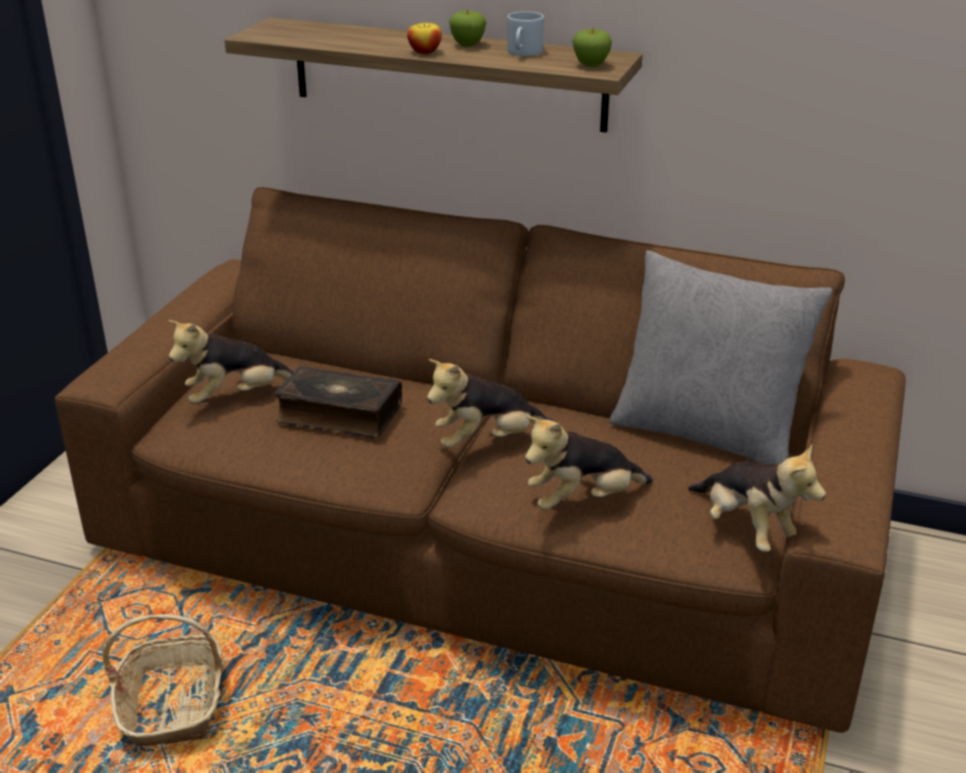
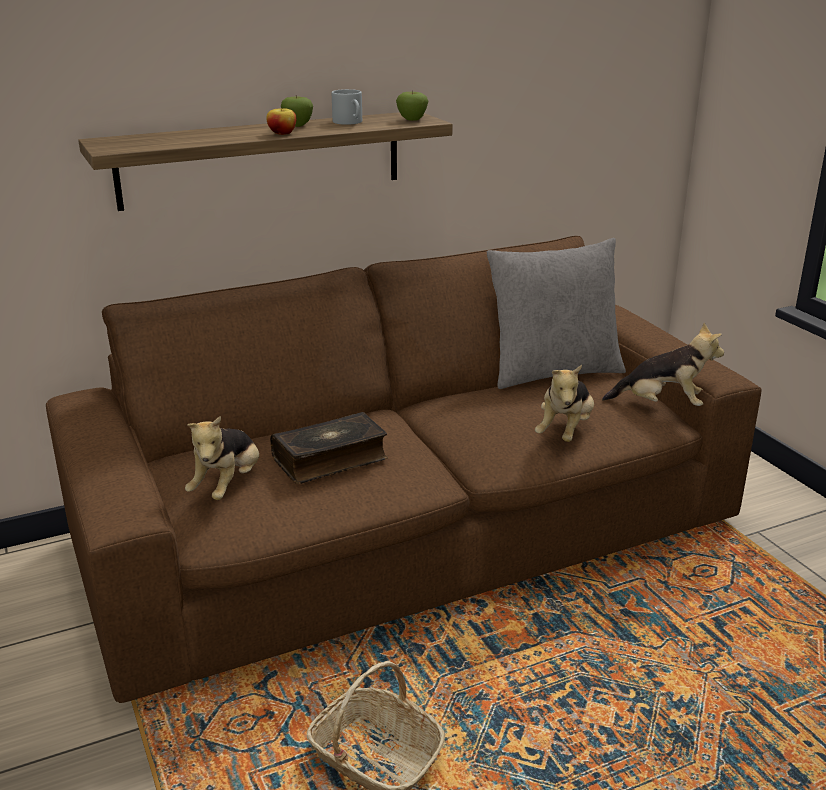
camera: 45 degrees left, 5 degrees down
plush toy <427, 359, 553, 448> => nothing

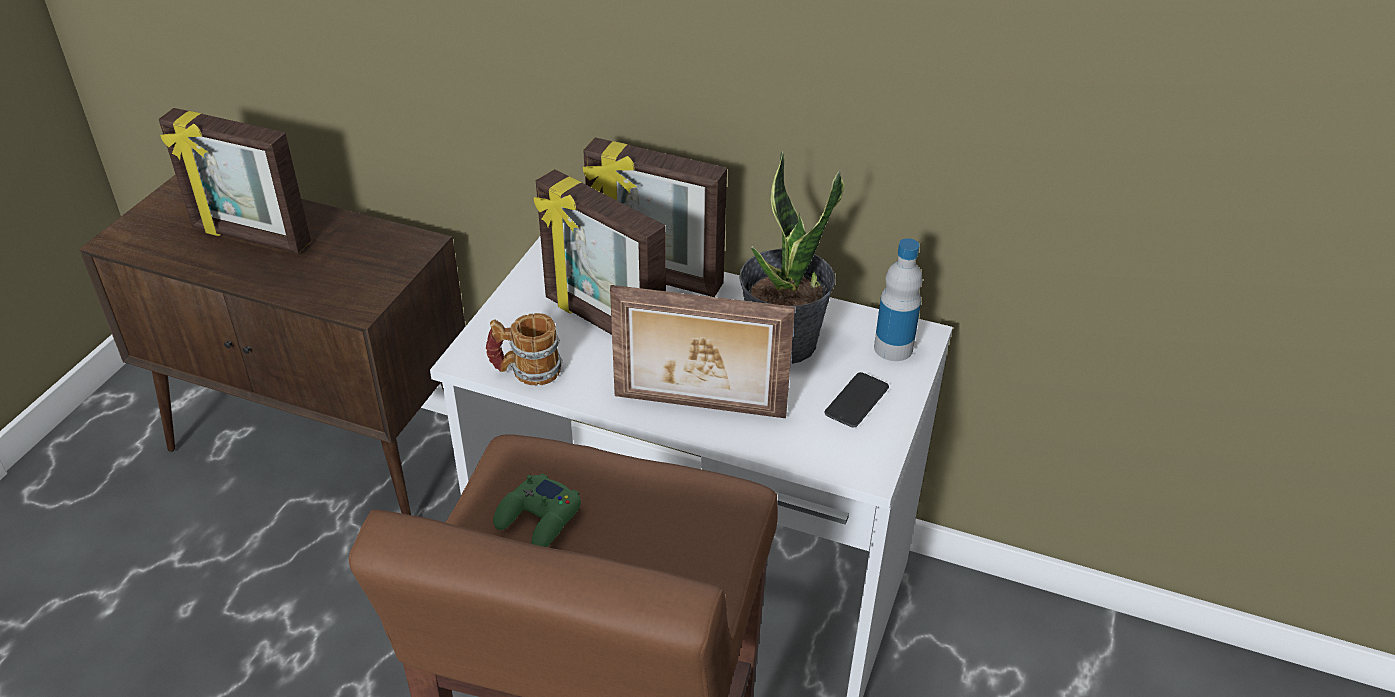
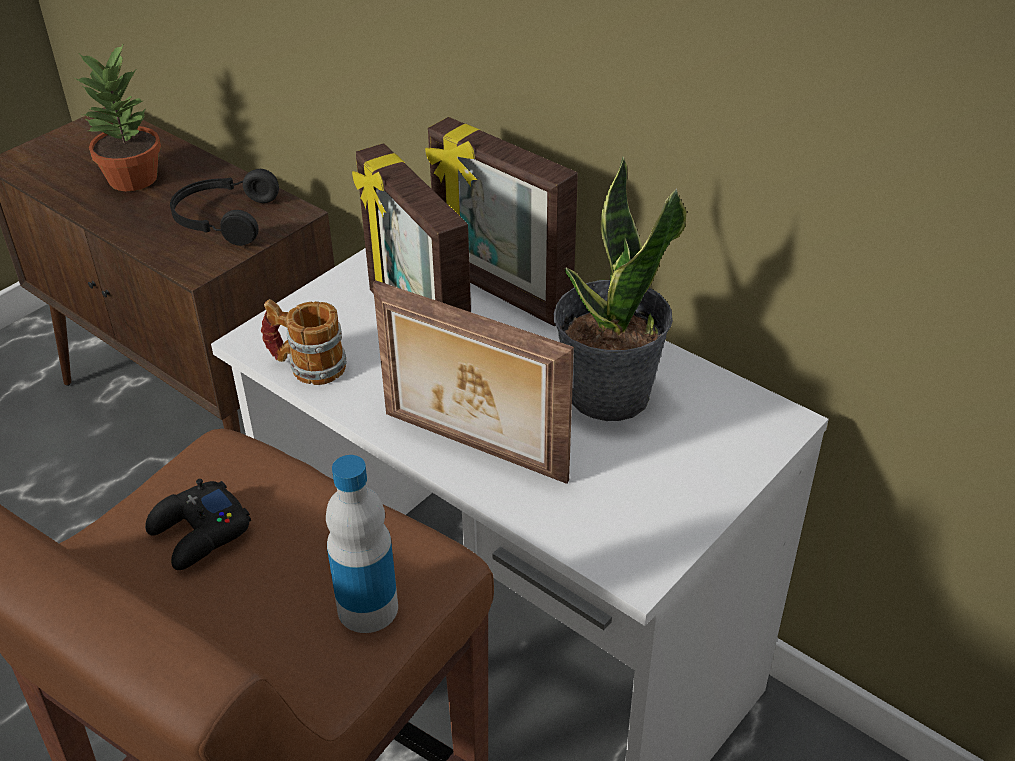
camera: 20 degrees right, 0 degrees up
picture frame <159, 108, 311, 254> => potted plant <75, 43, 161, 191>
green game controller <493, 473, 581, 547> => black game controller <145, 479, 251, 570>
nothing => black headphones <170, 169, 279, 246>
bottle <874, 238, 922, 361> => bottle <326, 455, 398, 633>, relocated
phone <825, 372, 889, 428> => nothing

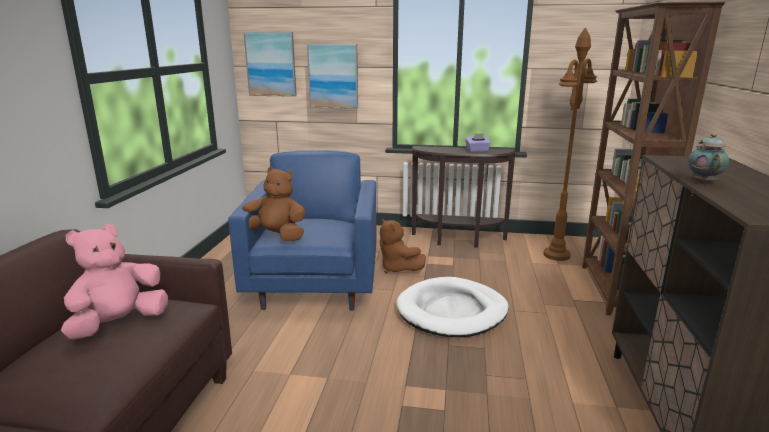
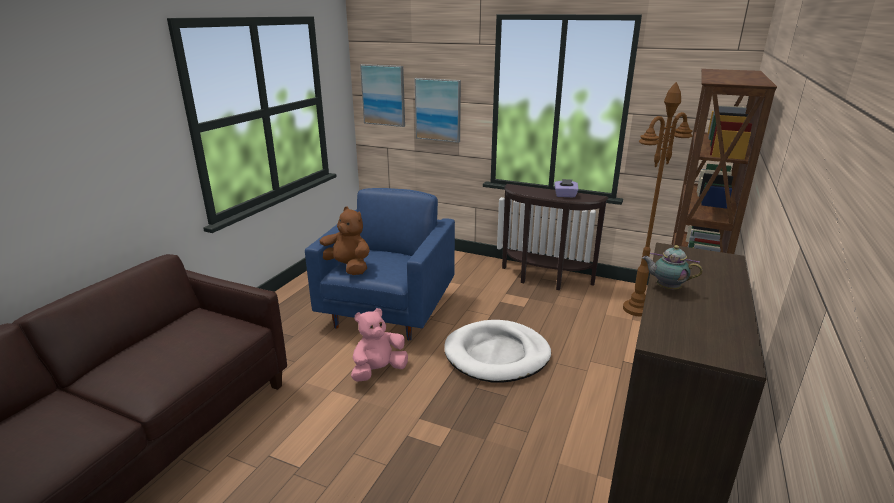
camera: 15 degrees right, 5 degrees up
pink plush toy <61, 224, 168, 340> => pink plush toy <351, 308, 408, 382>, relocated
teapot <688, 133, 729, 184> => teapot <642, 245, 703, 290>, 90 degrees counterclockwise
brown plush toy <380, 219, 426, 274> => nothing

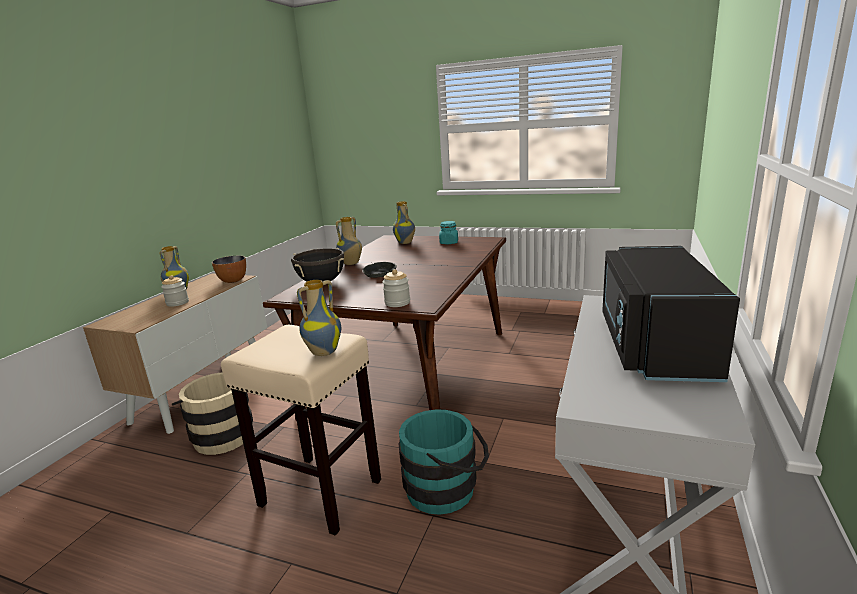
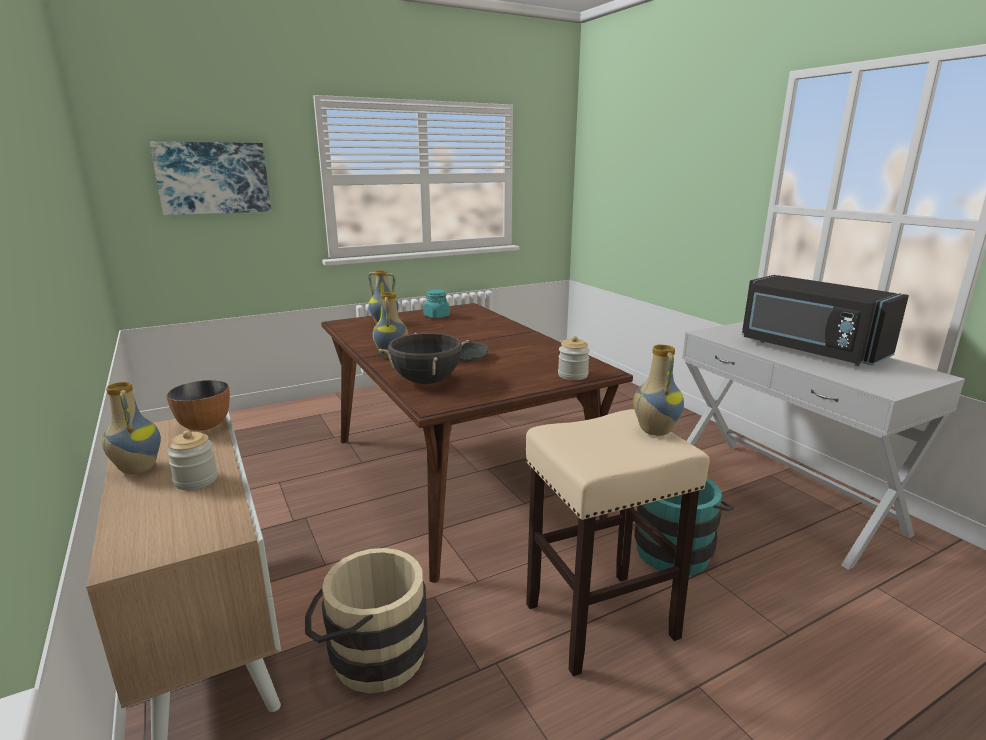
camera: 50 degrees left, 0 degrees up
nothing => picture <150, 142, 271, 215>

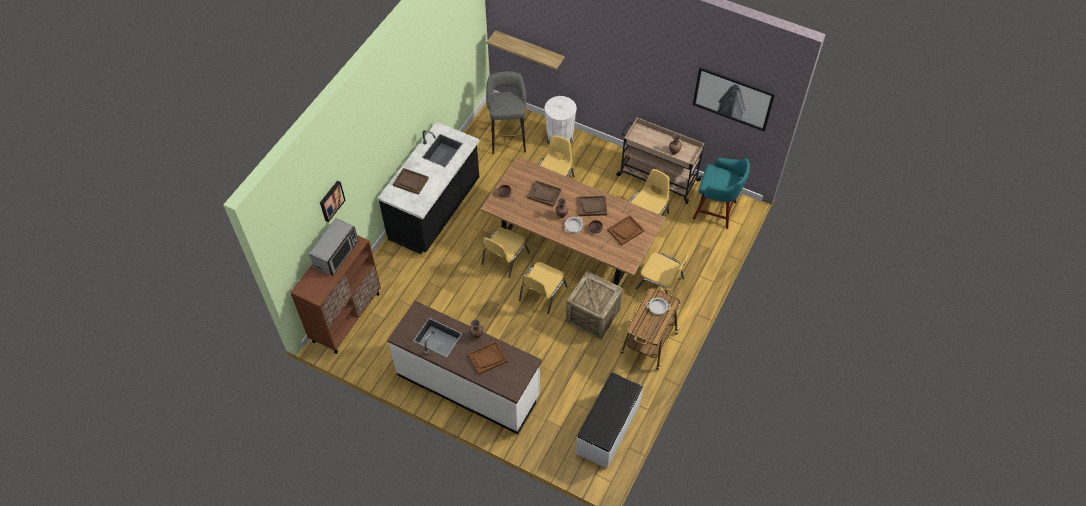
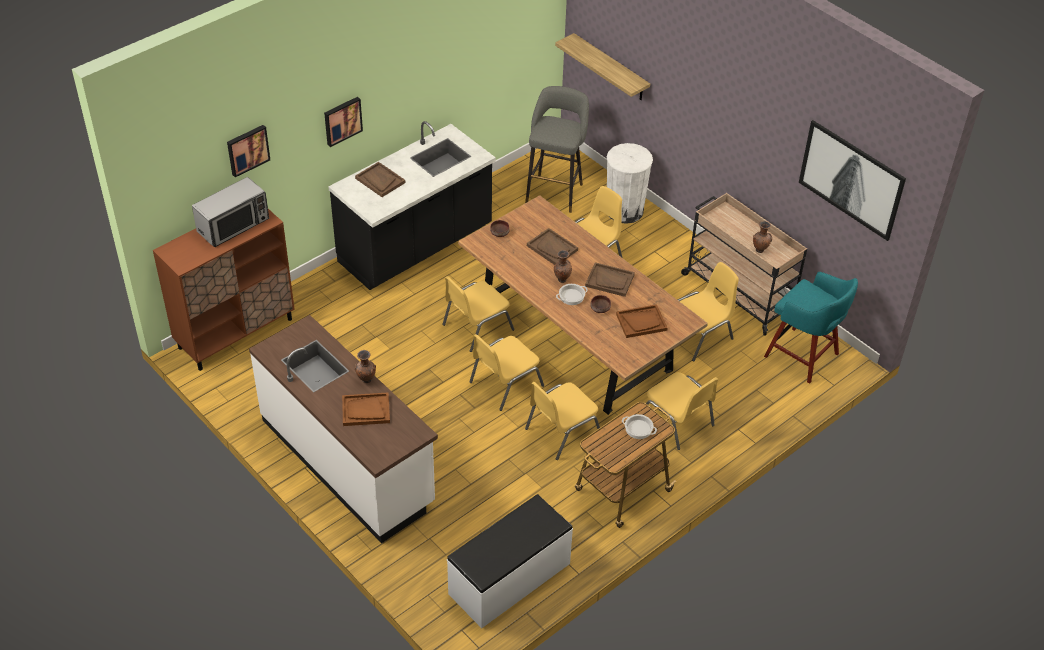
camera: 20 degrees right, 10 degrees down
nothing => picture <324, 97, 363, 147>
crate <566, 271, 623, 340> => yellow chair <525, 382, 600, 460>

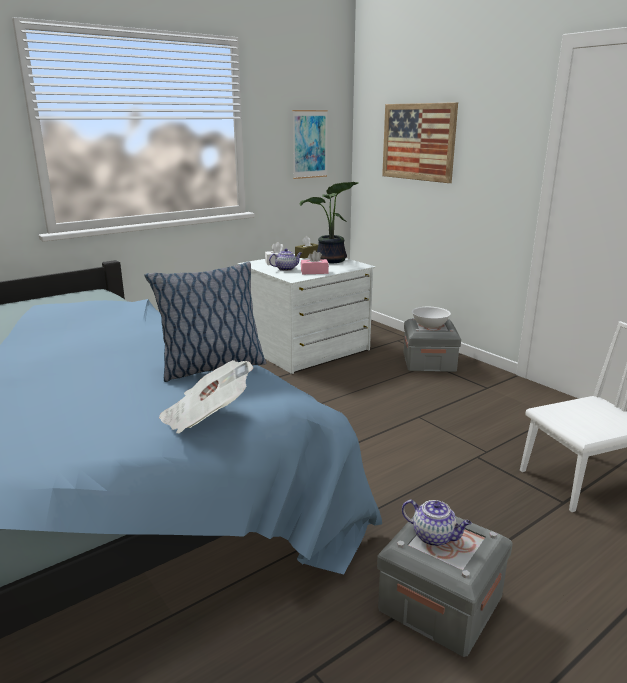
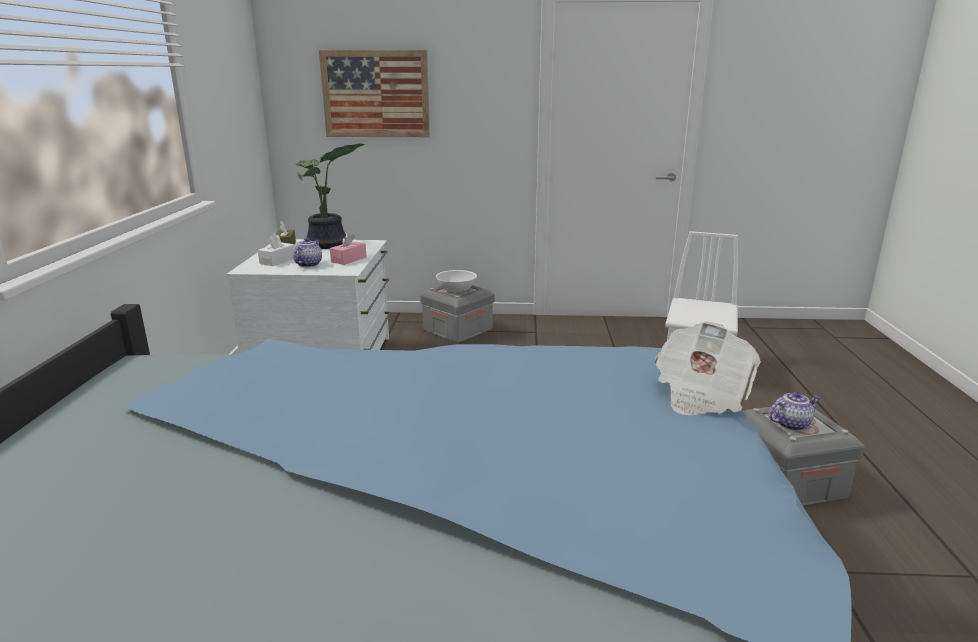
camera: 50 degrees left, 0 degrees up
pillow <144, 262, 266, 382> => nothing
picture <292, 110, 328, 179> => nothing

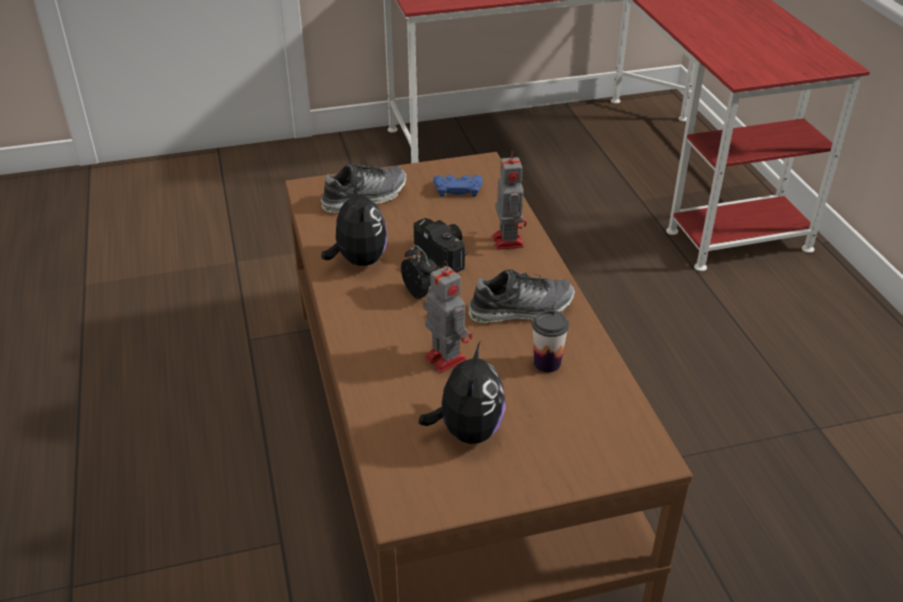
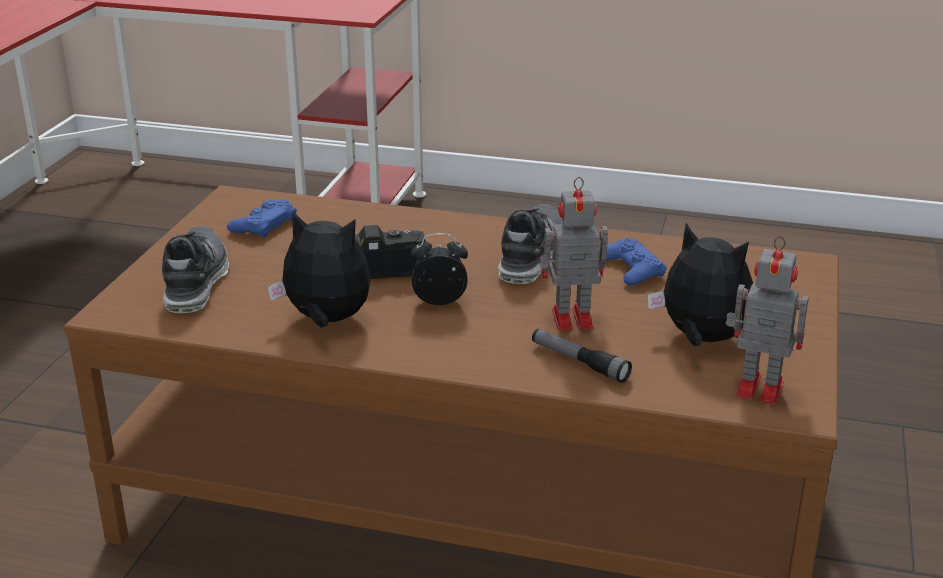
camera: 60 degrees left, 10 degrees down
nothing => flashlight <532, 329, 632, 383>
cup <532, 310, 569, 373> => blue game controller <599, 238, 667, 285>
toy robot <492, 150, 527, 250> => toy robot <726, 236, 809, 404>, relocated

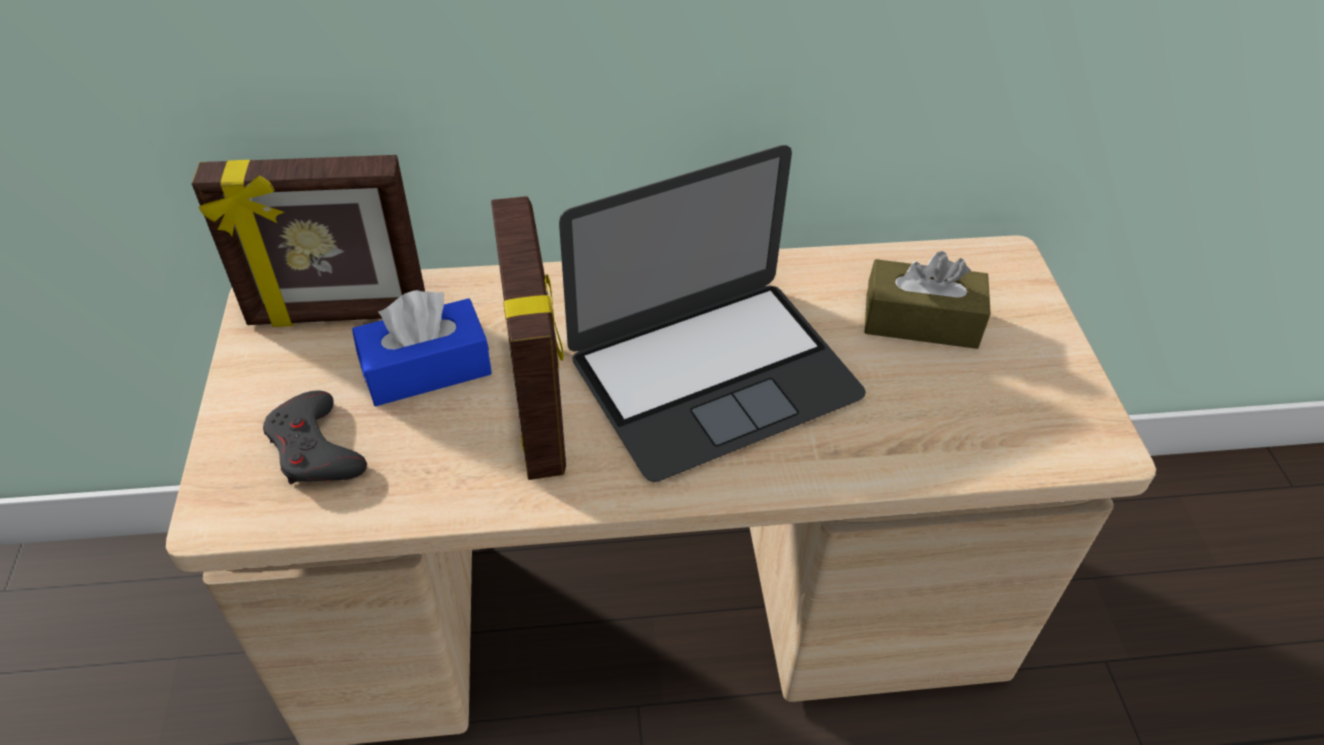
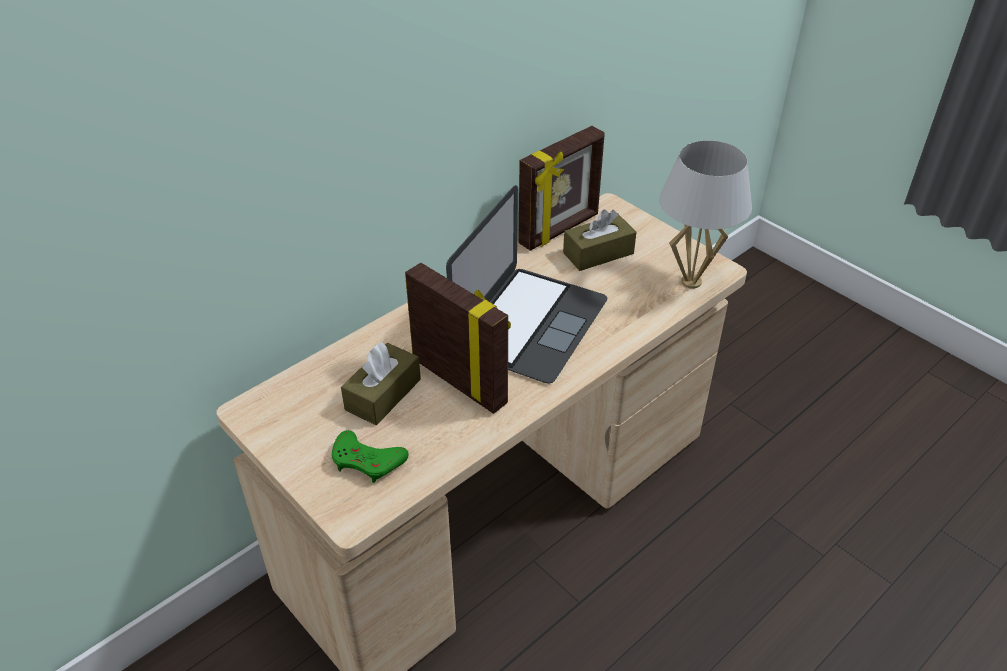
camera: 35 degrees left, 5 degrees down
grey game controller <263, 391, 367, 485> => green game controller <332, 430, 408, 483>
blue tissue box <352, 290, 492, 406> => brown tissue box <341, 342, 421, 425>
picture frame <192, 155, 425, 327> => picture frame <518, 126, 605, 251>, relocated
nothing => white table lamp <659, 140, 752, 289>

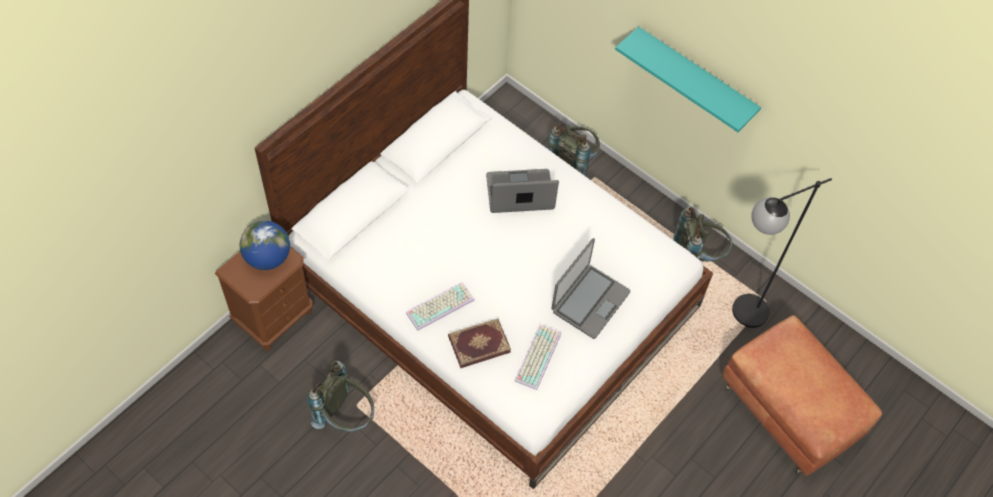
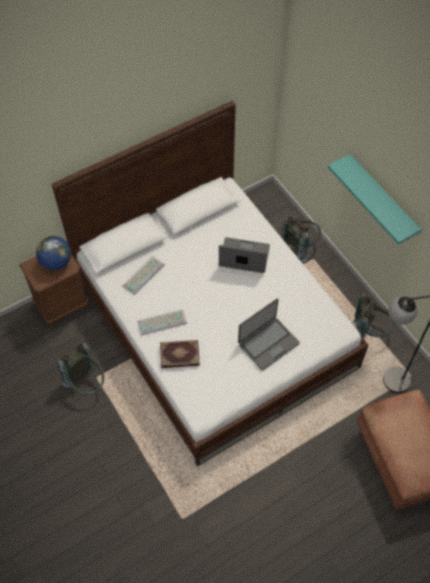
camera: 20 degrees right, 0 degrees up
keyboard <515, 325, 561, 390> => keyboard <123, 256, 165, 295>, relocated

